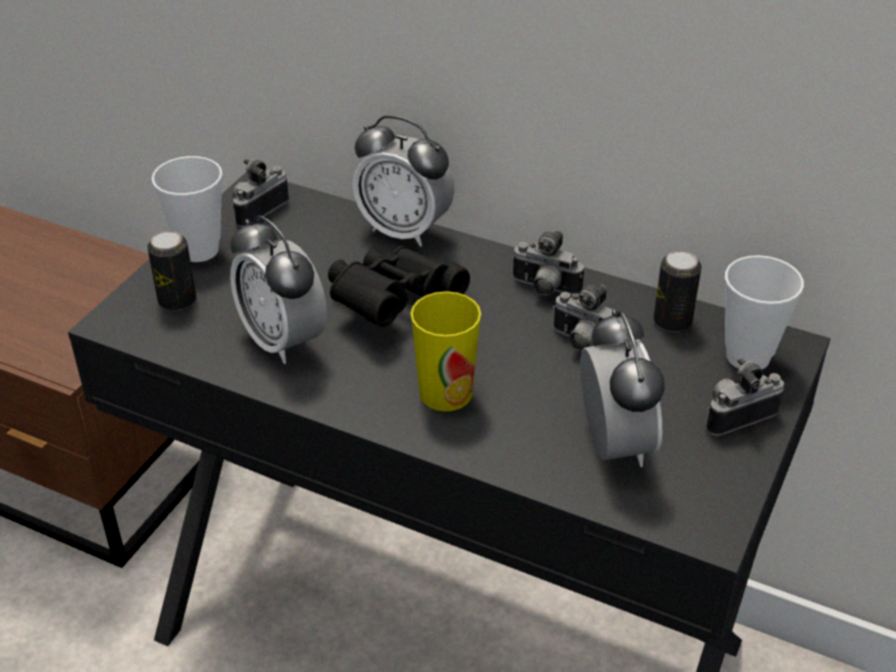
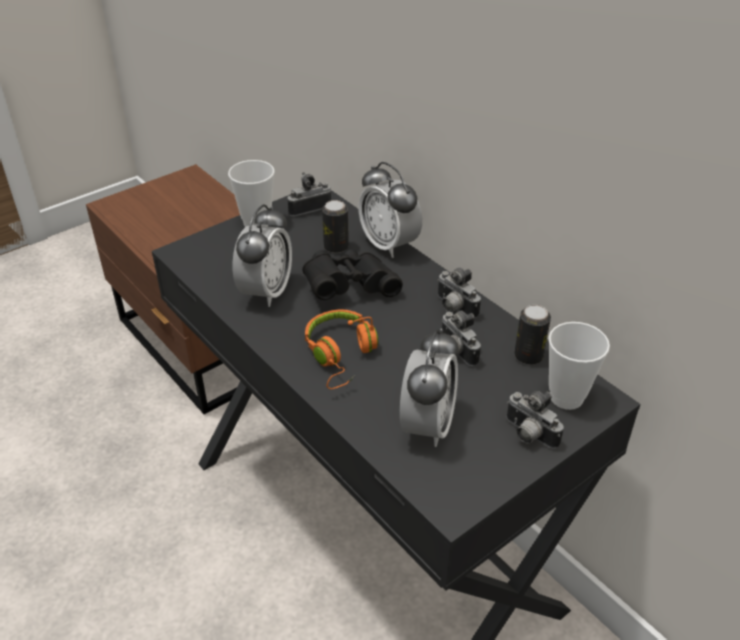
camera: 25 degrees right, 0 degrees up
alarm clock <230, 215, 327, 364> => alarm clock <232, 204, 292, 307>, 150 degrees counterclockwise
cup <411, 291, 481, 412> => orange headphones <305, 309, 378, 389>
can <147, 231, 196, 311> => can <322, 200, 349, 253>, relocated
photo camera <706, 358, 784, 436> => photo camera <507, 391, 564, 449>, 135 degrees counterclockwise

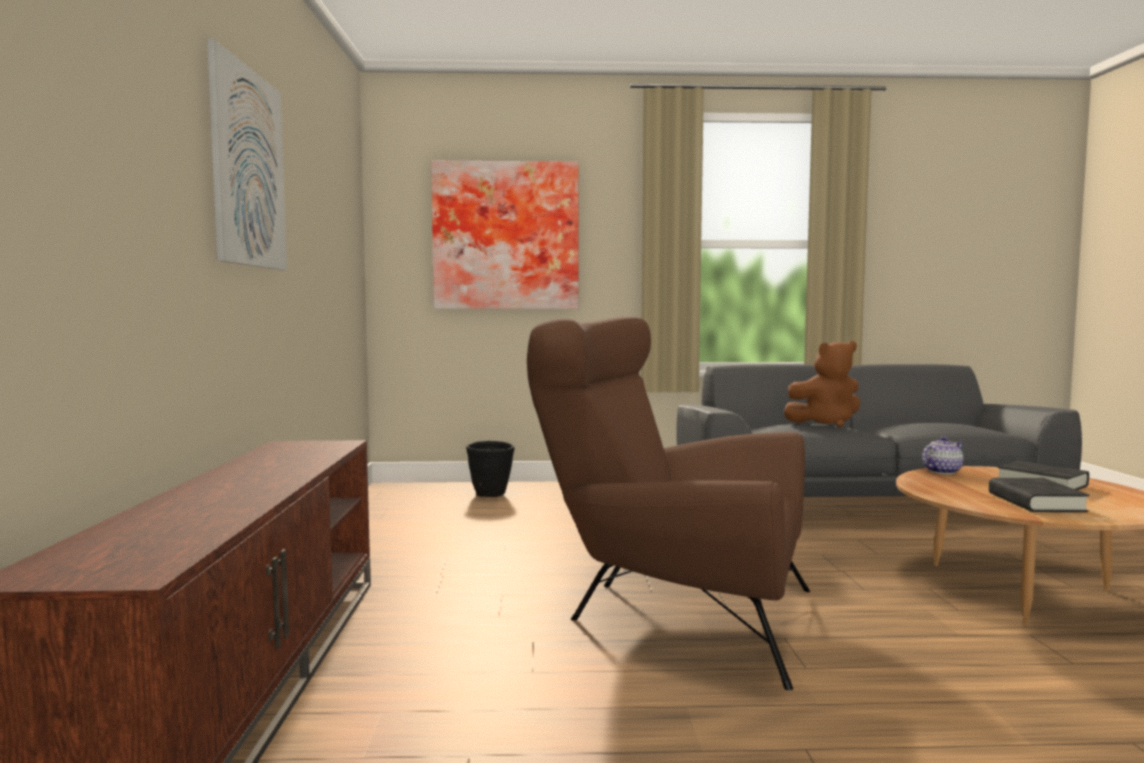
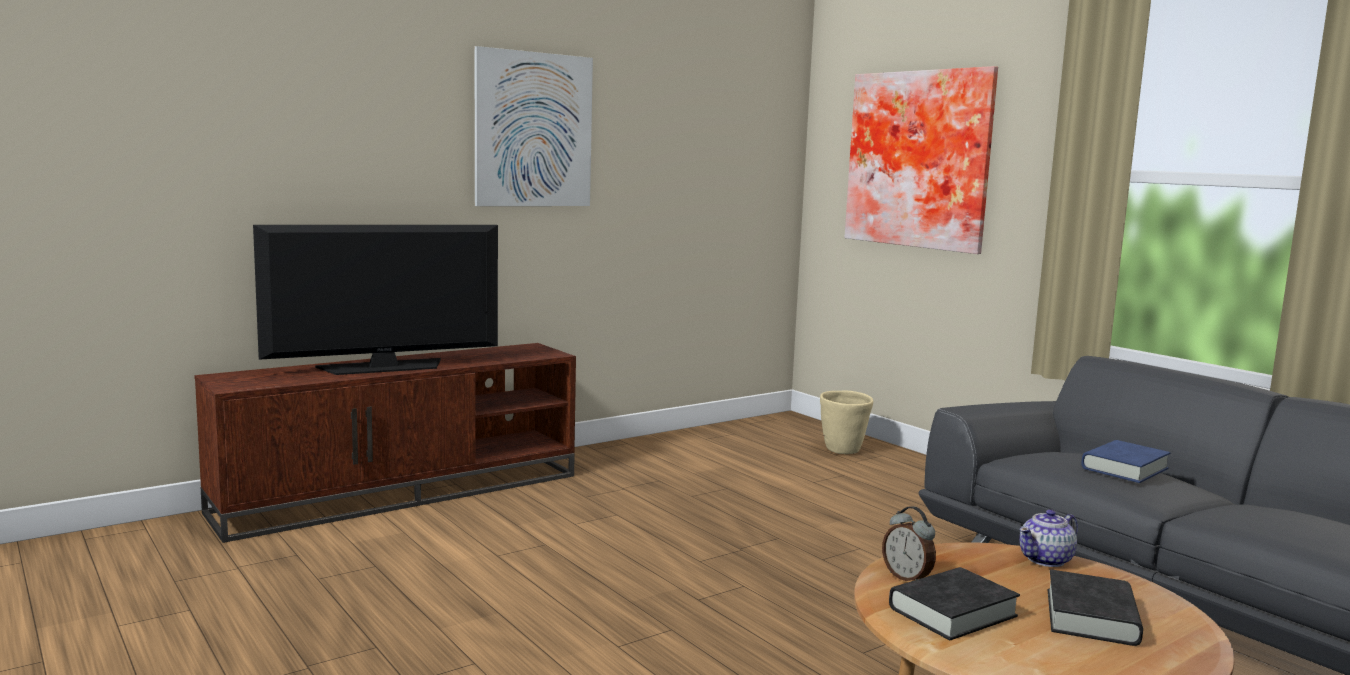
camera: 55 degrees right, 5 degrees up
nothing => television <253, 225, 498, 375>
black planter <466, 441, 514, 497> => beige planter <820, 390, 873, 454>
nothing => alarm clock <882, 506, 936, 581>
teapot <922, 436, 964, 474> => teapot <1019, 509, 1078, 567>, 120 degrees clockwise
brown plush toy <784, 341, 860, 427> => blue book <1081, 440, 1170, 483>
brown armchair <527, 317, 810, 690> => nothing

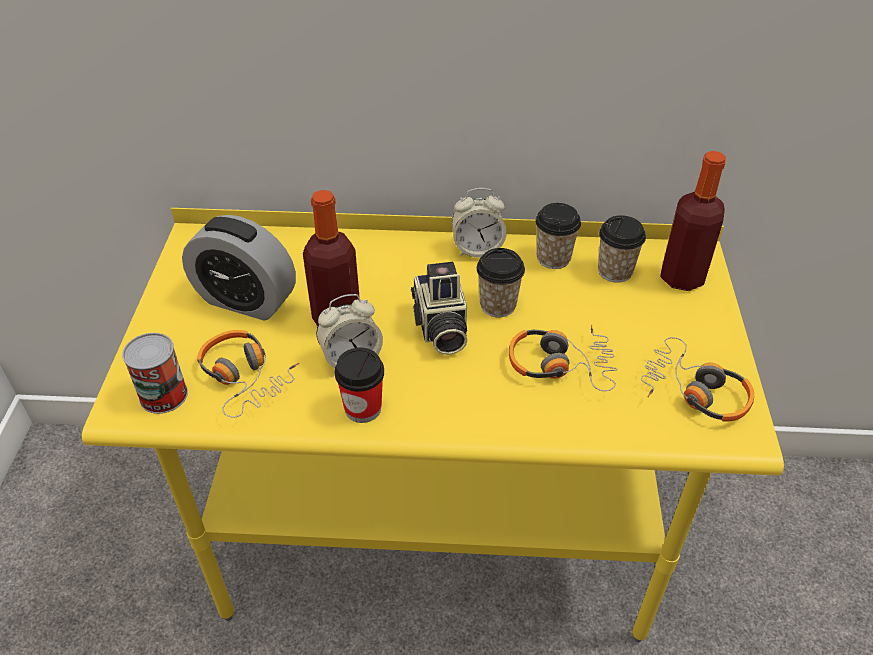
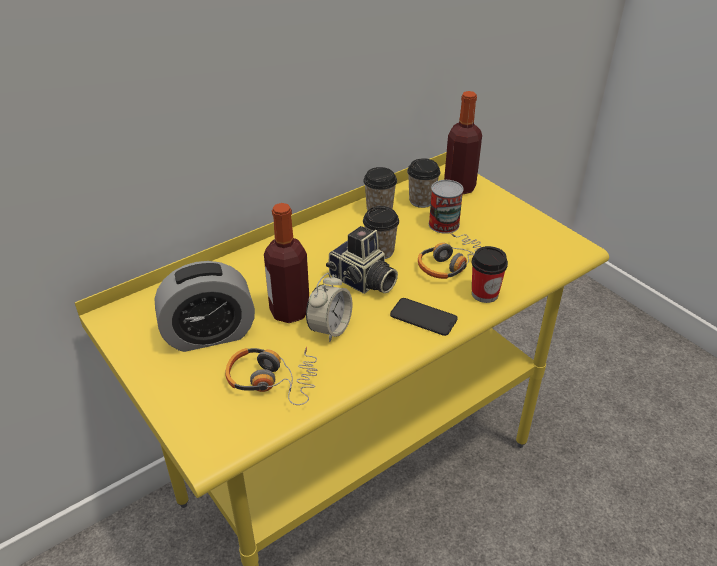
camera: 40 degrees left, 5 degrees down
nothing => phone <390, 298, 458, 336>
can <122, 333, 188, 414> => can <429, 180, 464, 234>, relocated
cup <334, 348, 384, 423> => cup <472, 246, 508, 303>, relocated
alarm clock <452, 188, 507, 257> => nothing
headphones <641, 337, 754, 422> => nothing

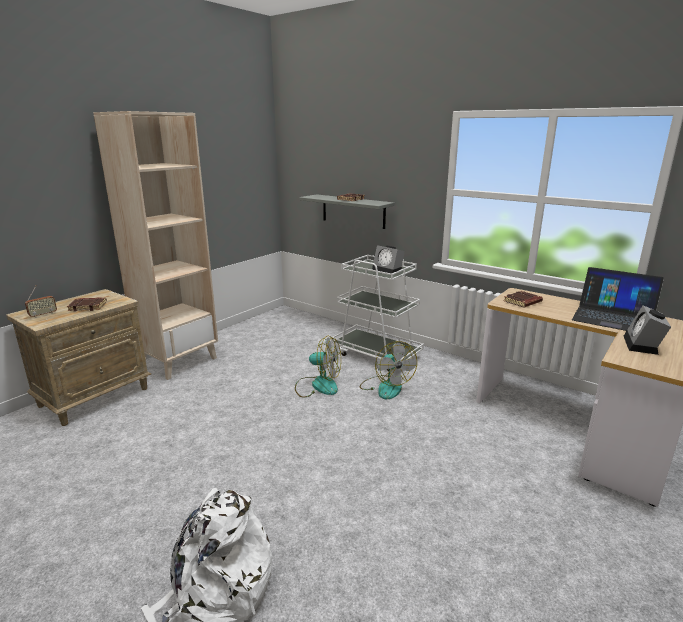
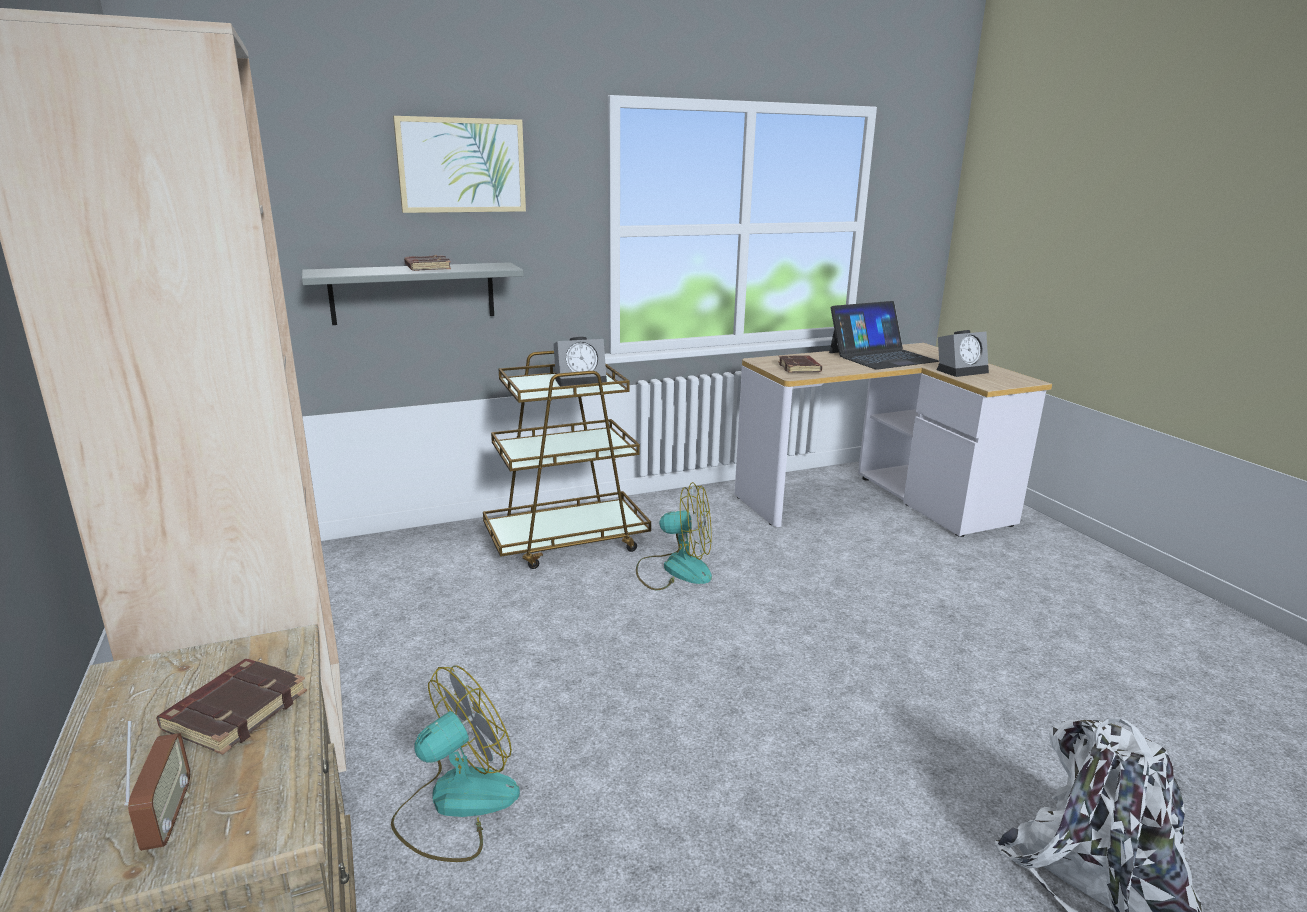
camera: 60 degrees left, 0 degrees up
fan <295, 336, 341, 398> => fan <391, 665, 520, 862>, relocated
nothing => picture <393, 116, 526, 213>
white cart <331, 255, 424, 371> => brown cart <483, 351, 651, 569>
alarm clock <624, 305, 671, 355> => alarm clock <937, 330, 989, 377>, 75 degrees counterclockwise

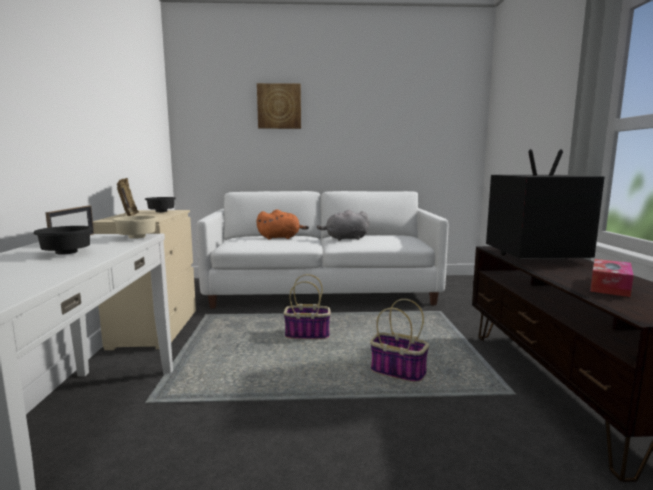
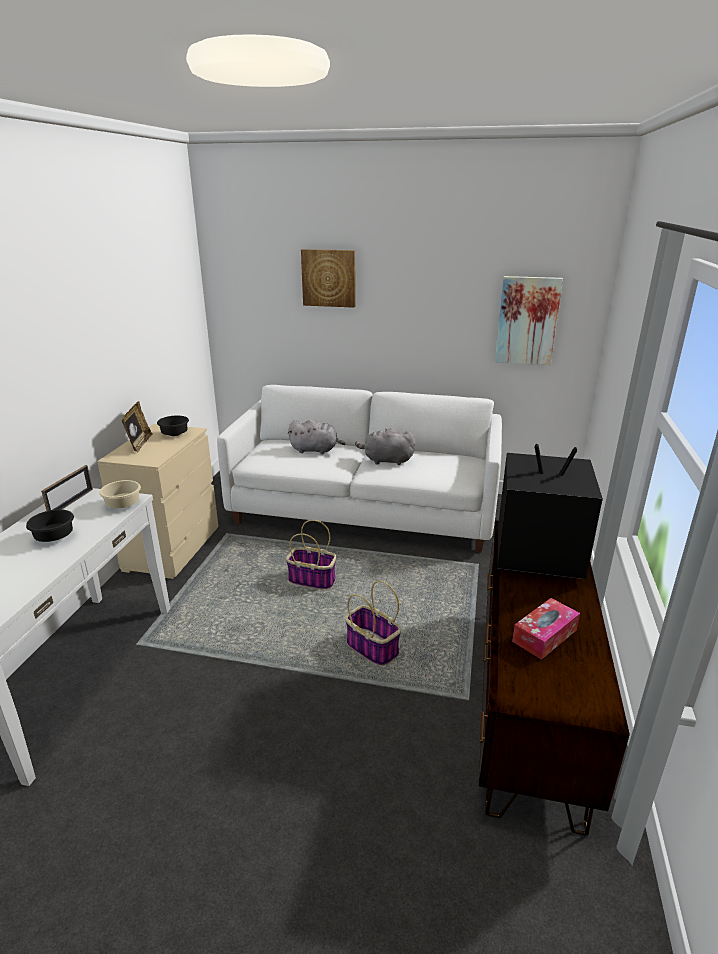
camera: 15 degrees right, 15 degrees up
orange plush toy <257, 209, 309, 240> => grey plush toy <288, 420, 346, 454>
nothing => picture <495, 276, 563, 365>

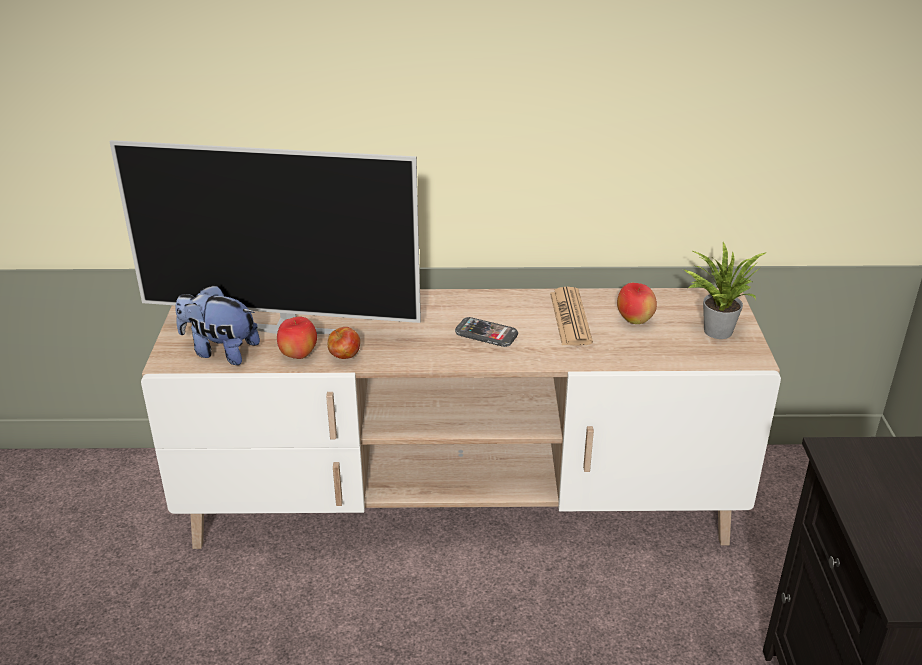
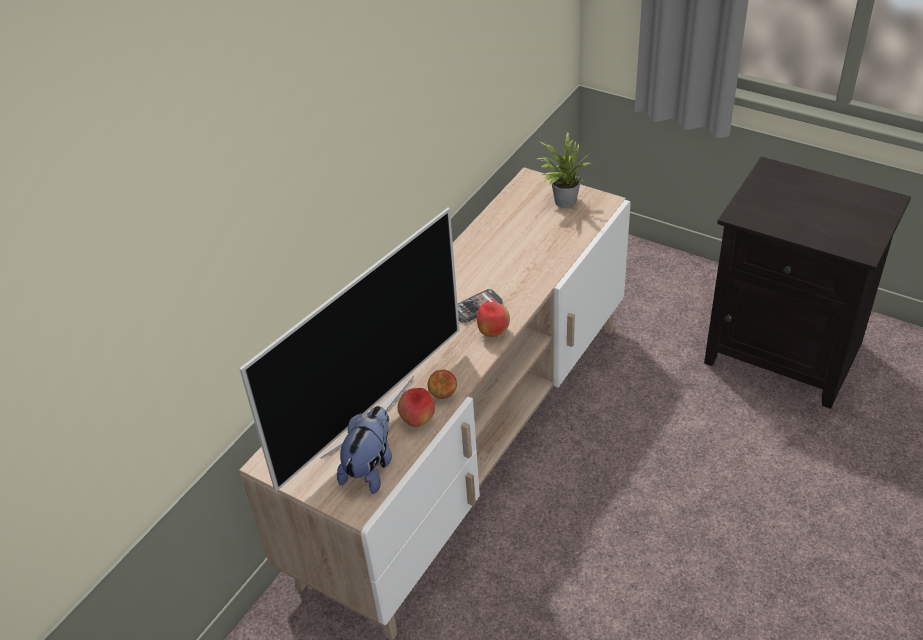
camera: 55 degrees left, 10 degrees up
plush toy <175, 284, 260, 365> => plush toy <337, 406, 392, 494>, 150 degrees clockwise
apple <617, 283, 657, 324> => apple <477, 302, 510, 337>, relocated
newspaper <550, 287, 593, 345> => nothing

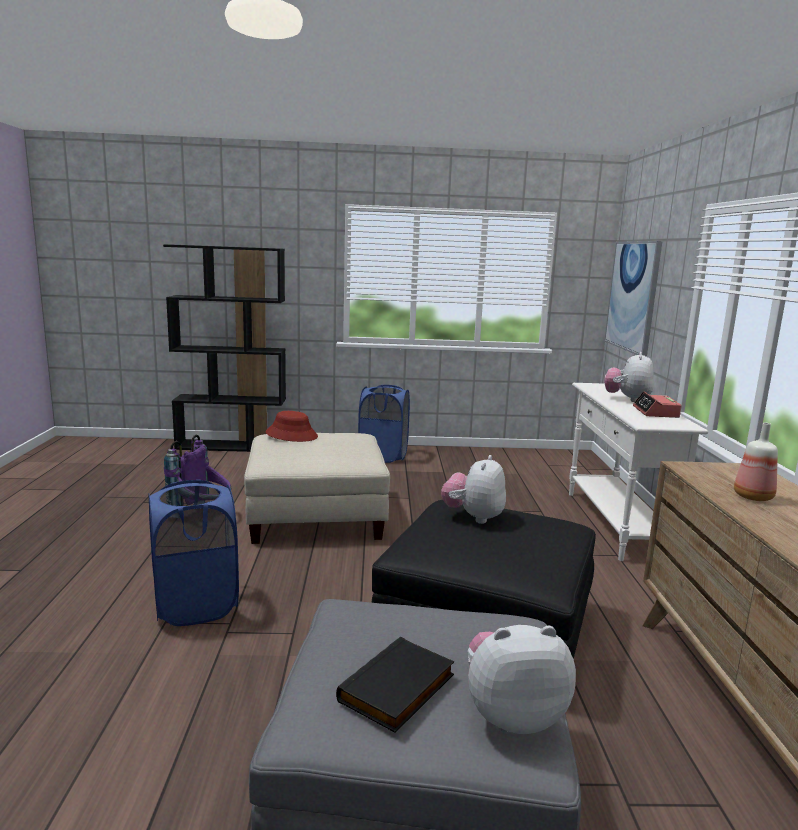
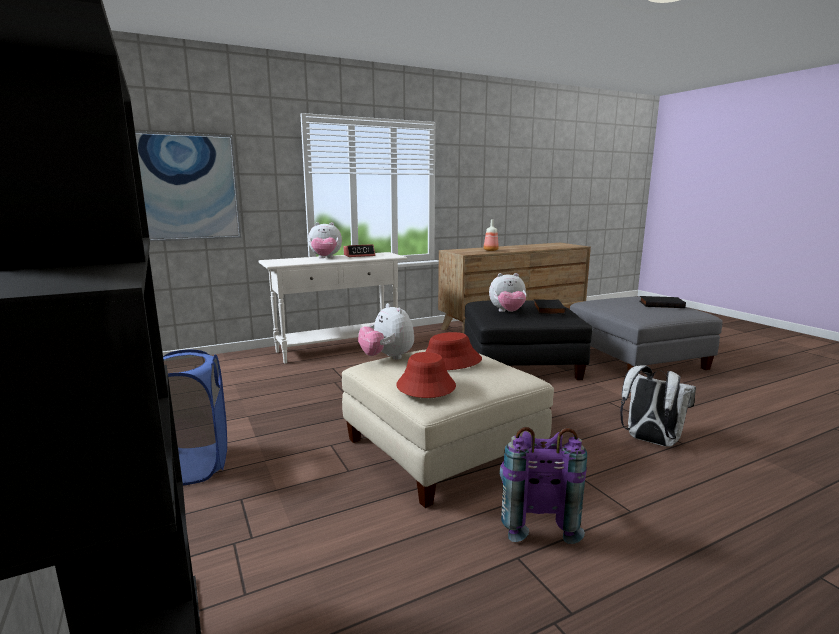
camera: 115 degrees left, 0 degrees up
plush toy <468, 625, 576, 734> => plush toy <358, 303, 414, 360>, relocated
nothing => red hat <426, 332, 482, 370>
nothing => black book <533, 299, 566, 314>
blue laundry basket <148, 479, 239, 626> => white backpack <620, 365, 696, 447>

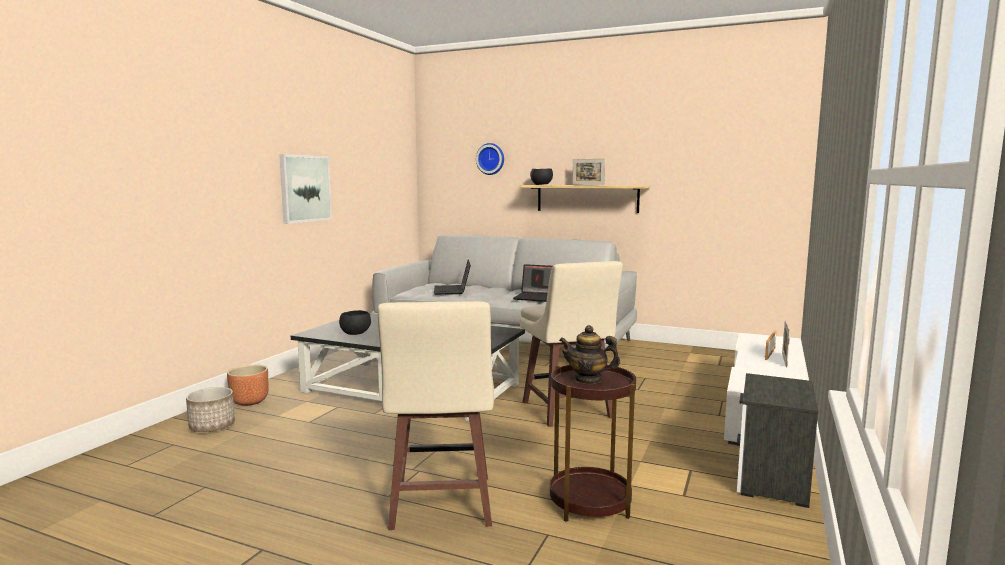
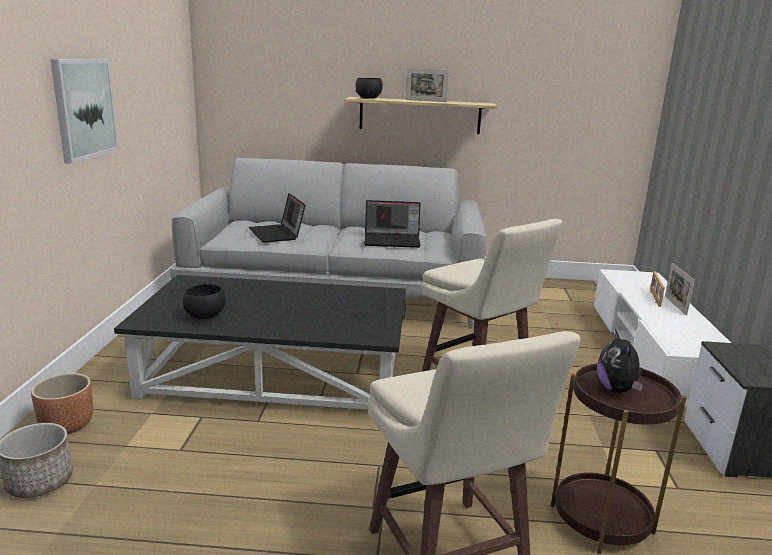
camera: 20 degrees left, 10 degrees up
teapot <559, 325, 620, 384> => plush toy <597, 329, 643, 393>
wall clock <476, 143, 504, 175> => nothing

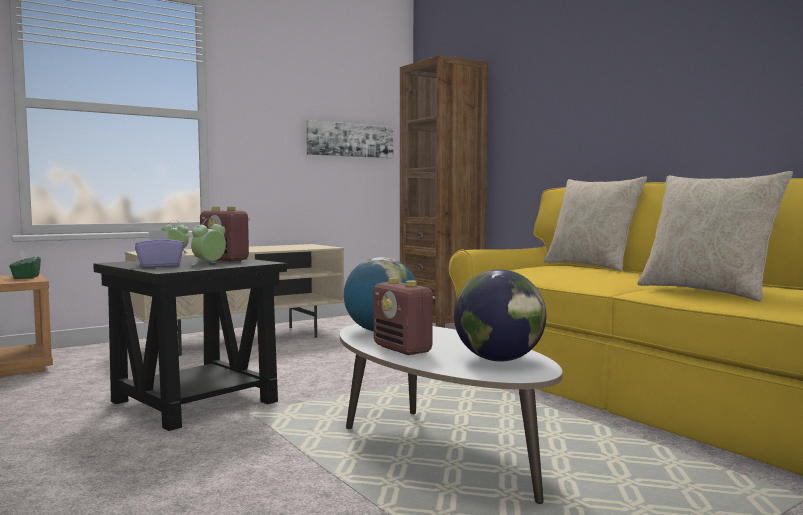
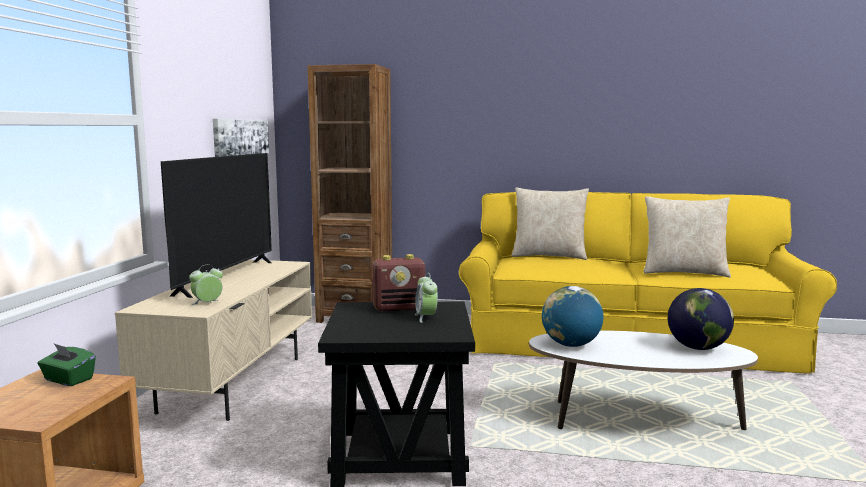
camera: 45 degrees left, 5 degrees up
nothing => television <161, 153, 272, 298>
purple tissue box <135, 230, 184, 267> => nothing
radio <374, 277, 435, 355> => nothing

